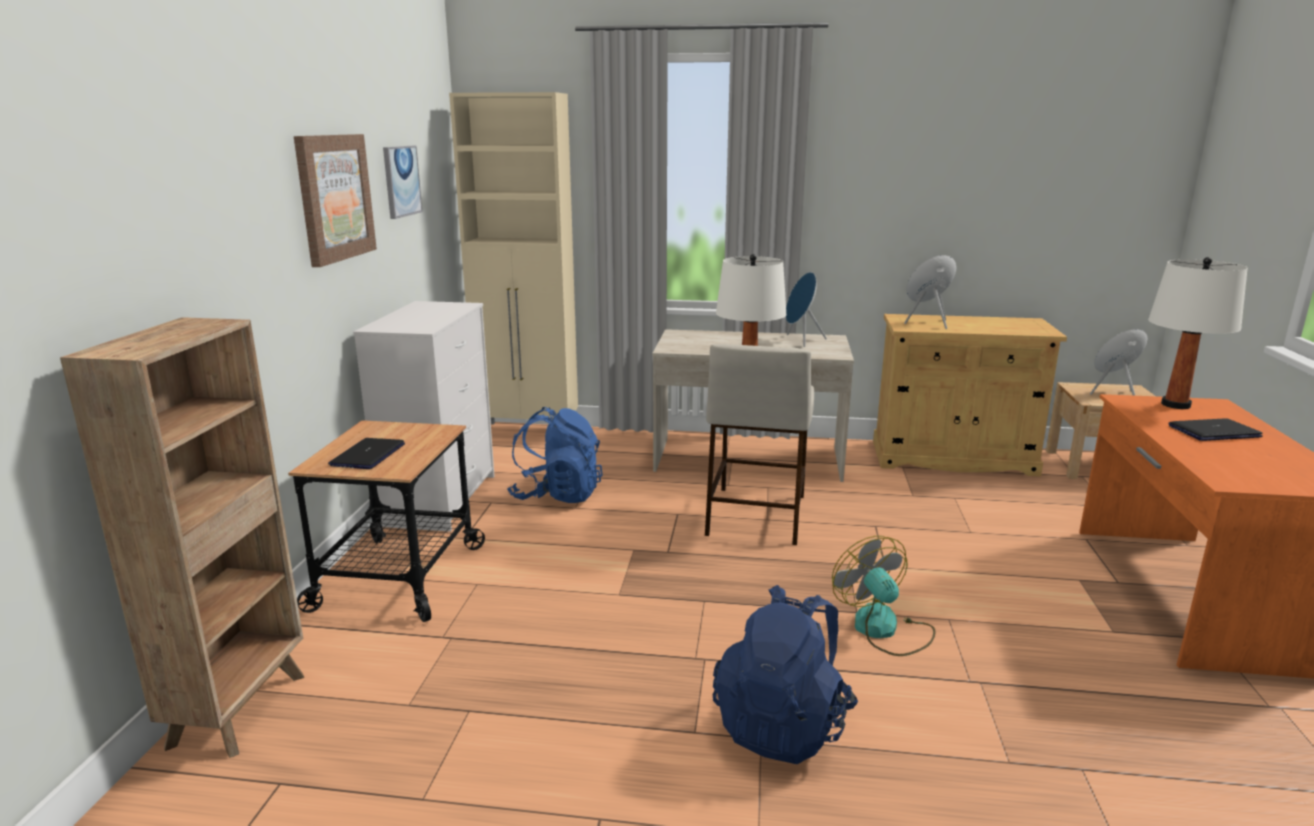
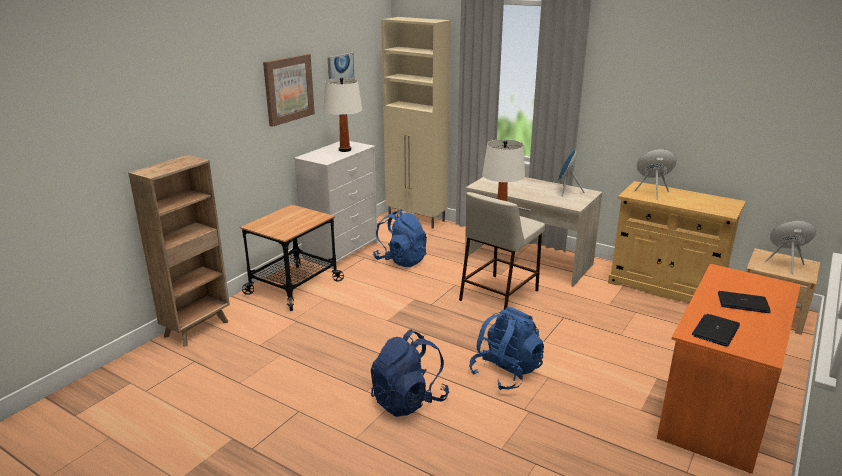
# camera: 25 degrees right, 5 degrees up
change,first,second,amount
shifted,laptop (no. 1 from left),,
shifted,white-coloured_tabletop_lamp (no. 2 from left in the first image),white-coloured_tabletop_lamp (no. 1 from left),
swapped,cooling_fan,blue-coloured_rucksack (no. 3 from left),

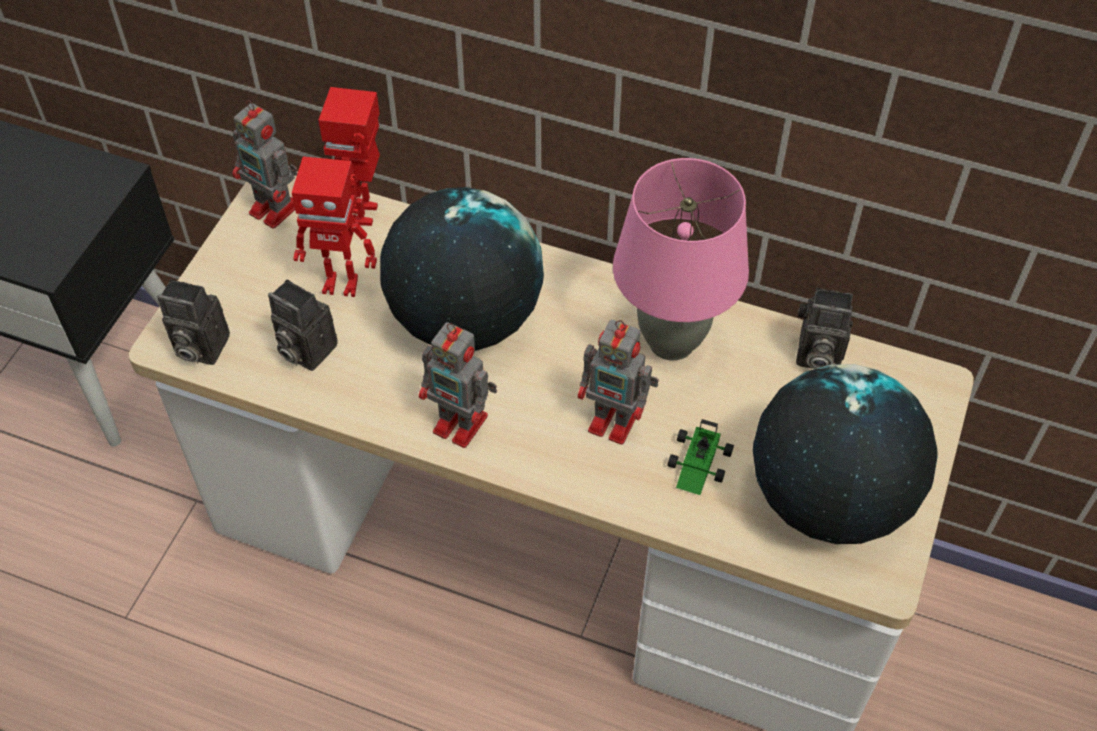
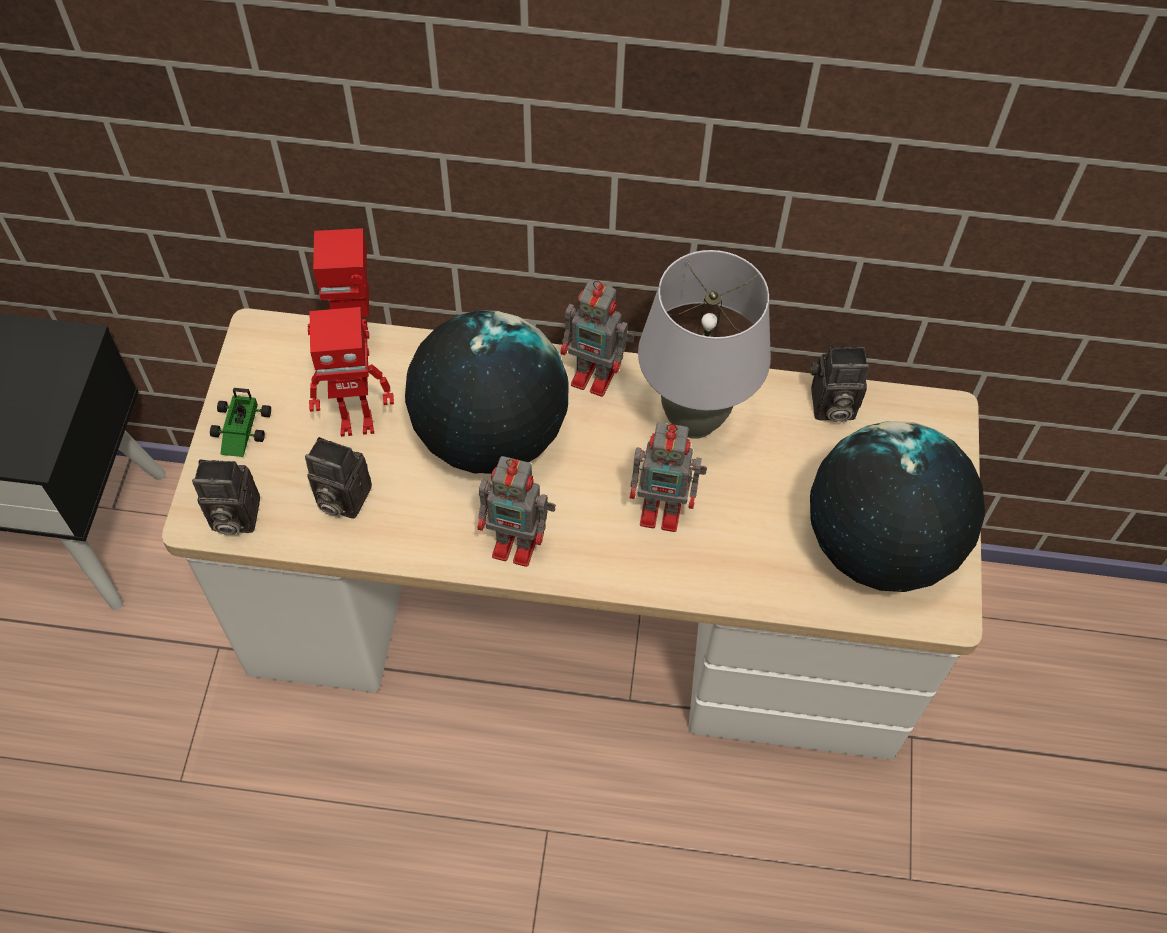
# camera: 15 degrees left, 5 degrees up
change,first,second,amount
shifted,model_robot (no. 1 from left in the first image),model_robot (no. 4 from left),
shifted,toy_car,,
repainted,pink_tabletop_lamp,gray_tabletop_lamp,

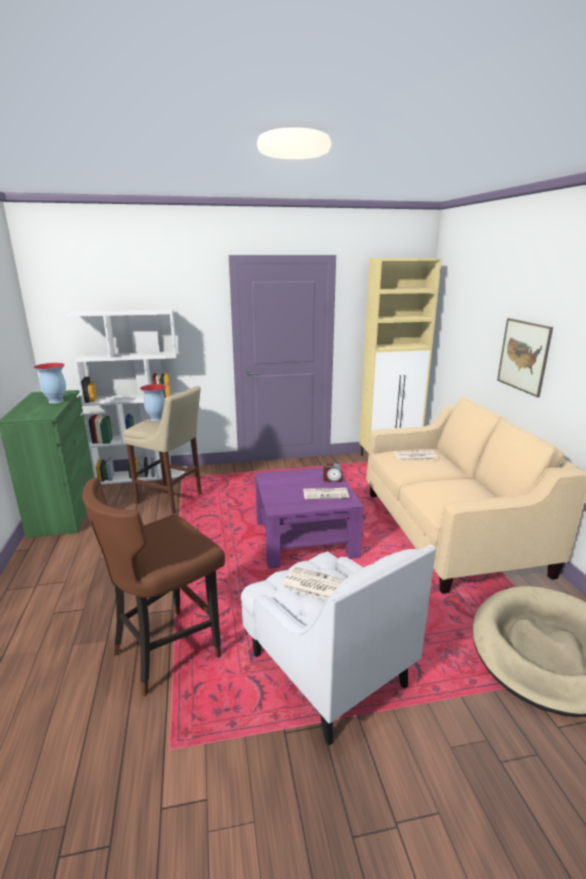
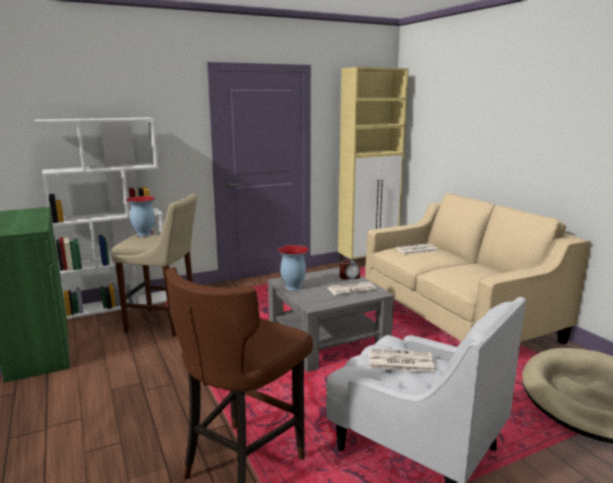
# camera: 15 degrees left, 5 degrees down
change,first,second,amount
gone,wall_picture,,
shifted,vase (no. 1 from left in the first image),vase (no. 2 from left),
repainted,purple-coloured_coffee_table,gray_coffee_table,

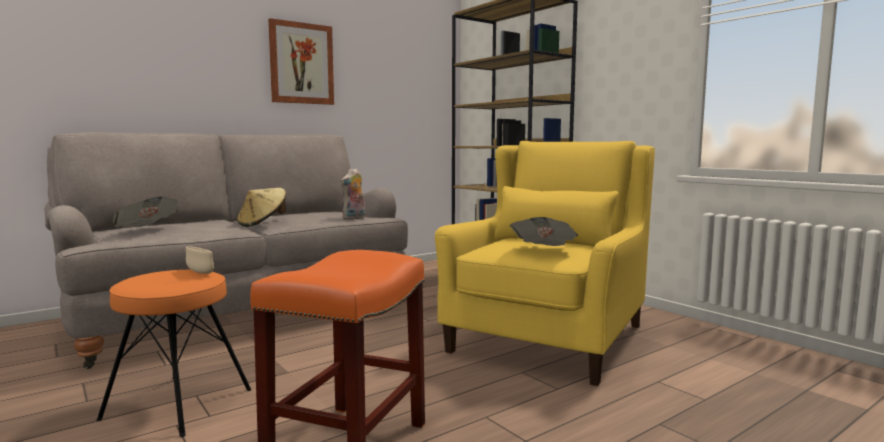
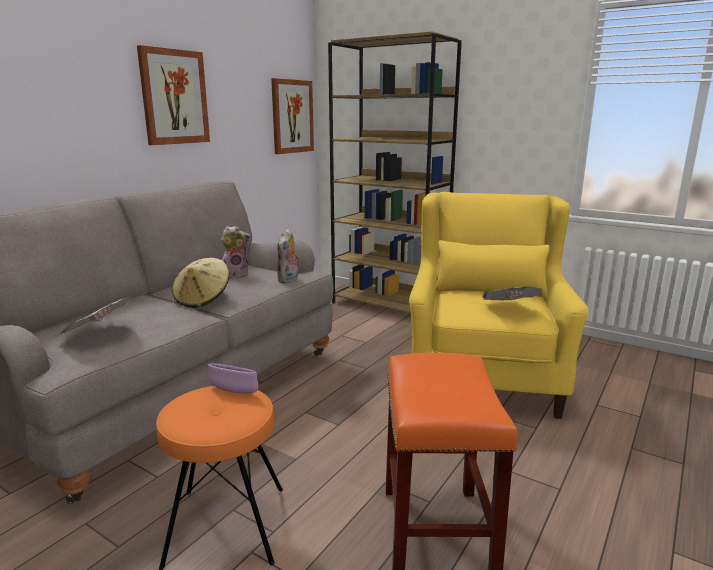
# camera: 20 degrees left, 10 degrees up
change,first,second,amount
new,,soft_toy (no. 1 from left),
new,,wall_picture (no. 2 from left),
repainted,beige_deep_dish,purple-coloured_deep_dish,

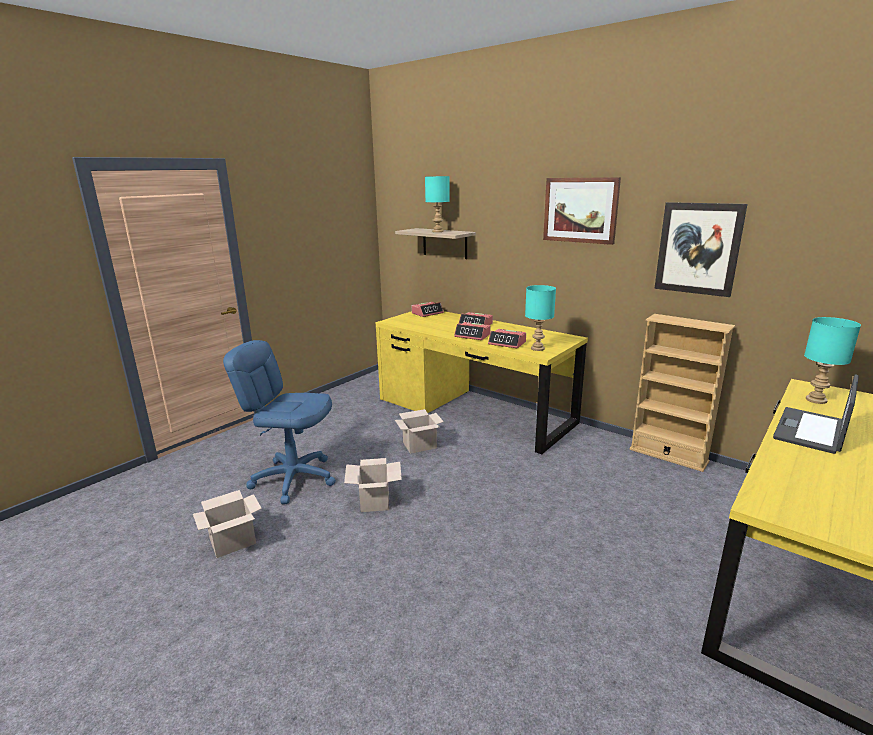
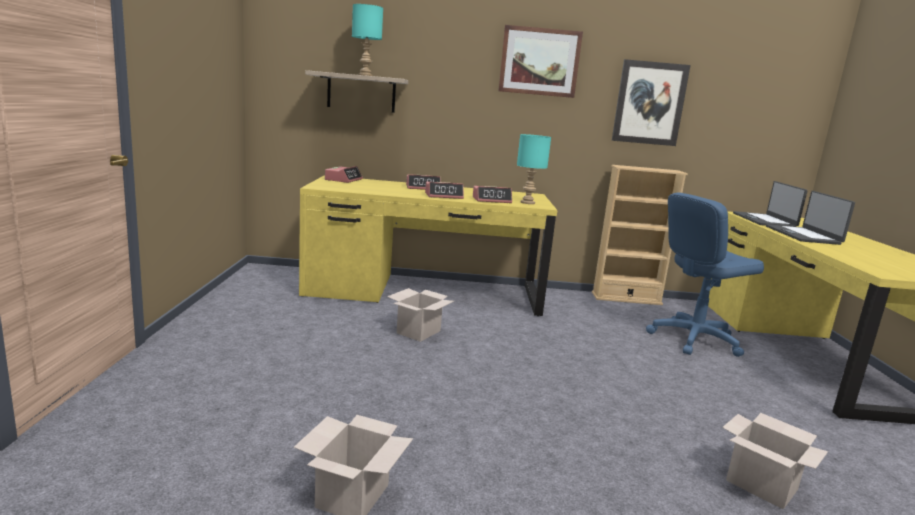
# camera: 40 degrees left, 5 degrees down
change,first,second,amount
shifted,blue-coloured_office_chair,,
shifted,carton (no. 2 from left in the first image),carton (no. 3 from left),
swapped,blue-green_tabletop_lamp (no. 3 from left),laptop (no. 1 from left),

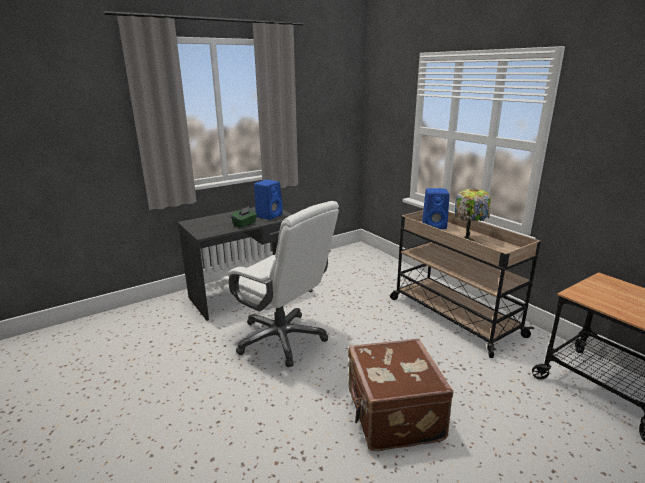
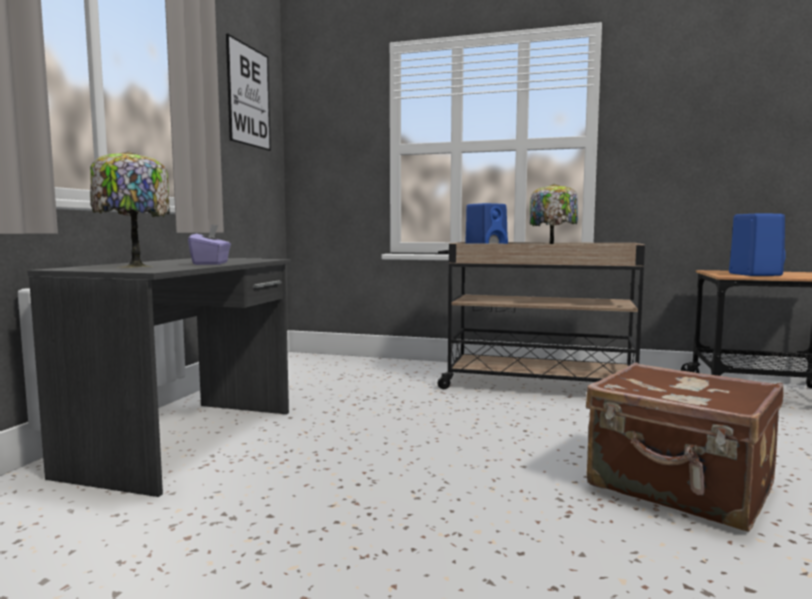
# camera: 40 degrees left, 15 degrees down
change,first,second,amount
gone,white-coloured_office_chair,,
new,,tabletop_lamp (no. 1 from left),
new,,wall_picture,
shifted,blue-coloured_loudspeaker (no. 1 from left in the first image),blue-coloured_loudspeaker (no. 2 from left),
repainted,greenish_box_of_tissues,purple-coloured_box_of_tissues,

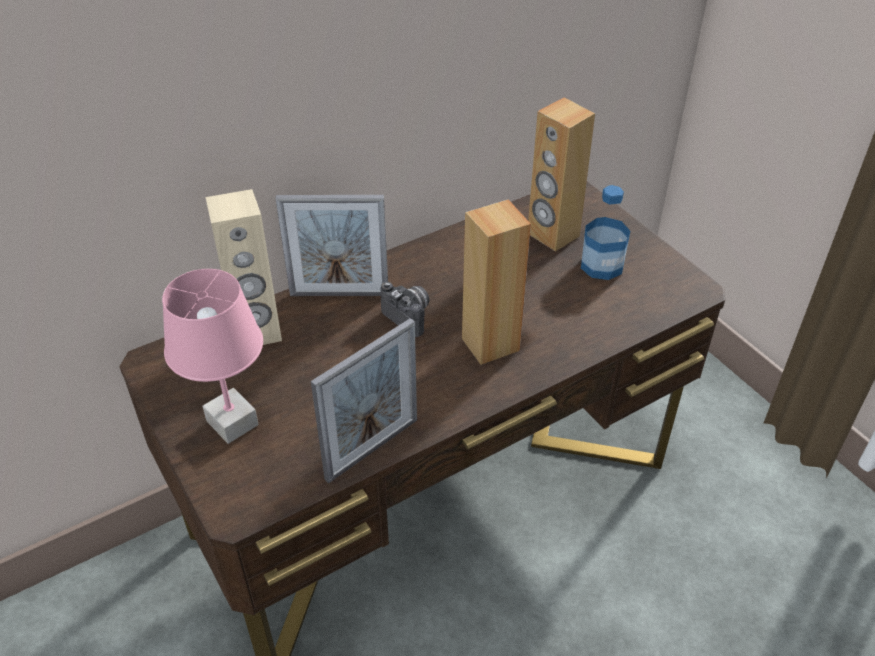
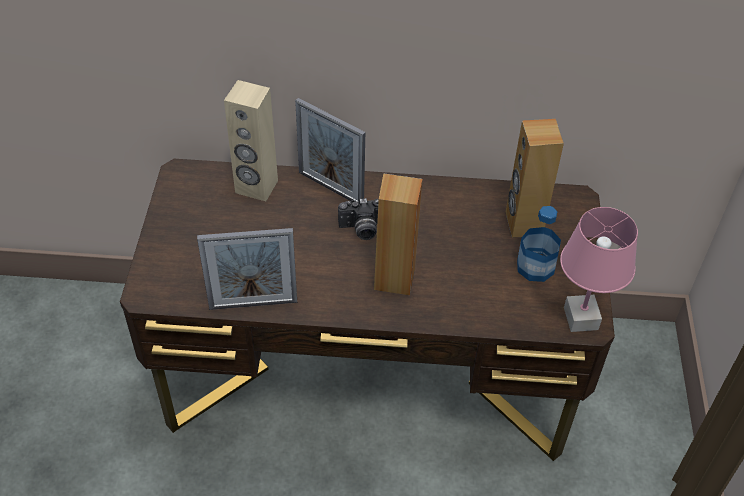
# camera: 35 degrees right, 5 degrees up
change,first,second,amount
shifted,pink_tabletop_lamp,,
rotated,photo_camera,,90 degrees clockwise

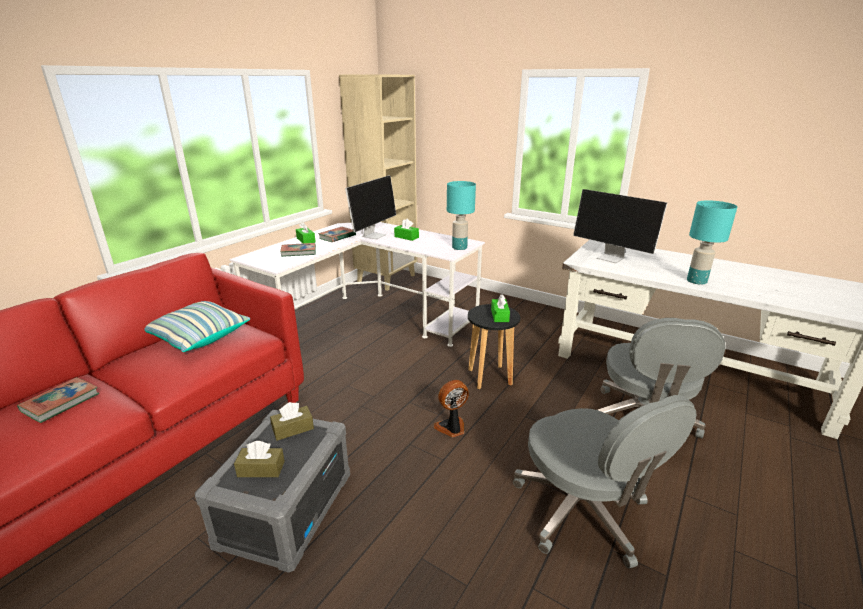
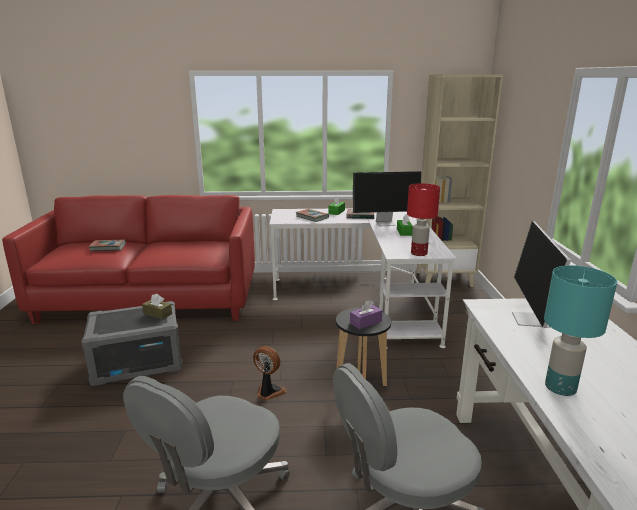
# camera: 55 degrees right, 5 degrees down
change,first,second,amount
gone,pillow,,
gone,brown-coloured_box_of_tissues (no. 1 from left),,
repainted,blue-green_tabletop_lamp (no. 1 from left),red-coloured_tabletop_lamp,
repainted,greenish_box_of_tissues (no. 3 from left),purple-coloured_box_of_tissues,

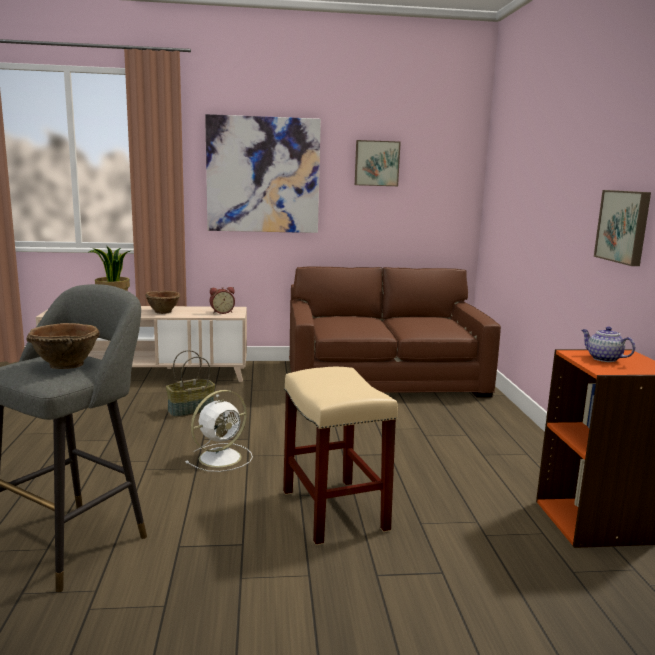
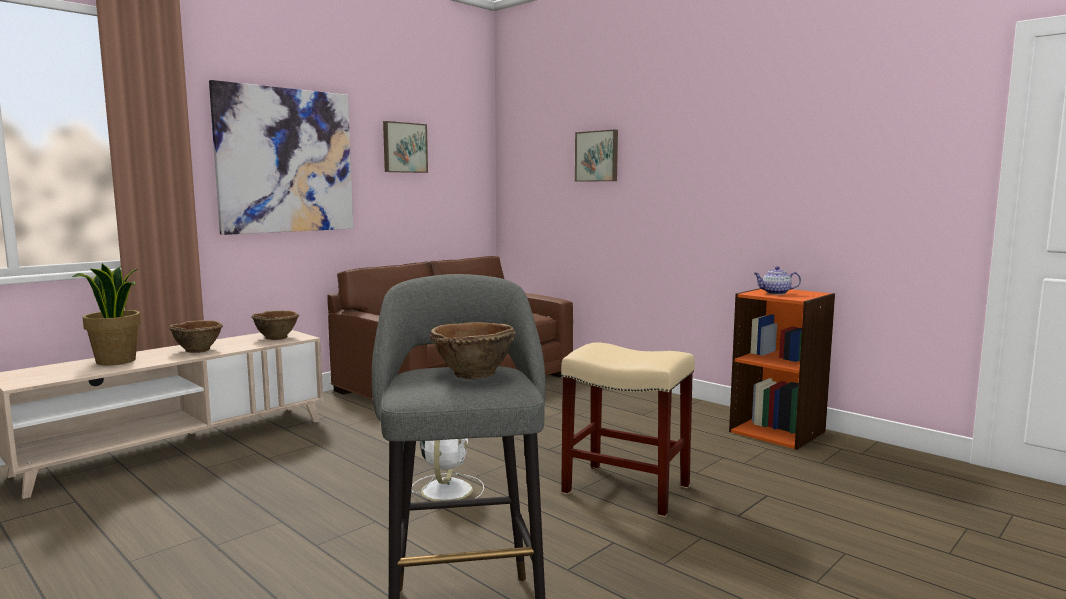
# camera: 40 degrees left, 5 degrees down
change,first,second,amount
gone,household_basket,,
shifted,wall_picture (no. 3 from left),,
swapped,table_clock,brown-coloured_deep_dish (no. 2 from left),

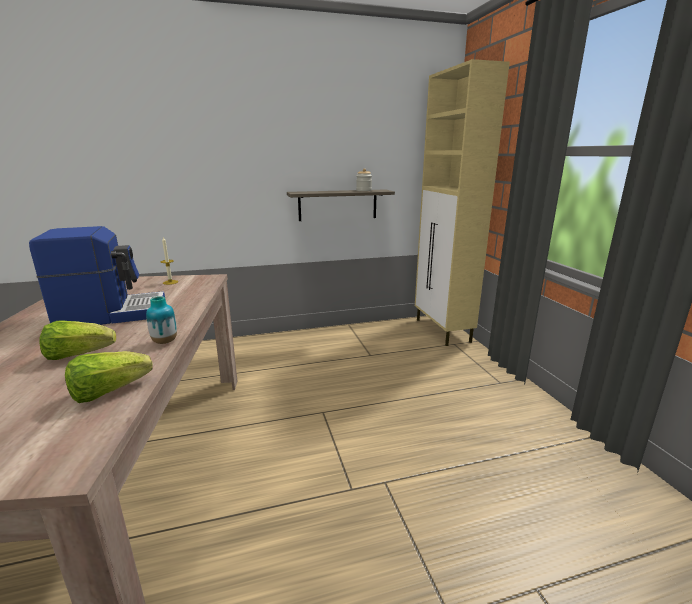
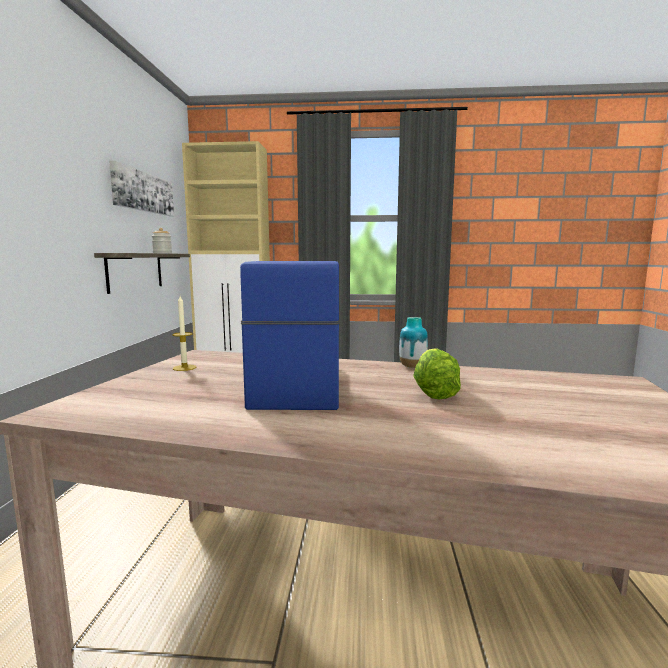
# camera: 70 degrees left, 10 degrees down
change,first,second,amount
gone,lettuce (no. 2 from left),,
new,,wall_picture,

